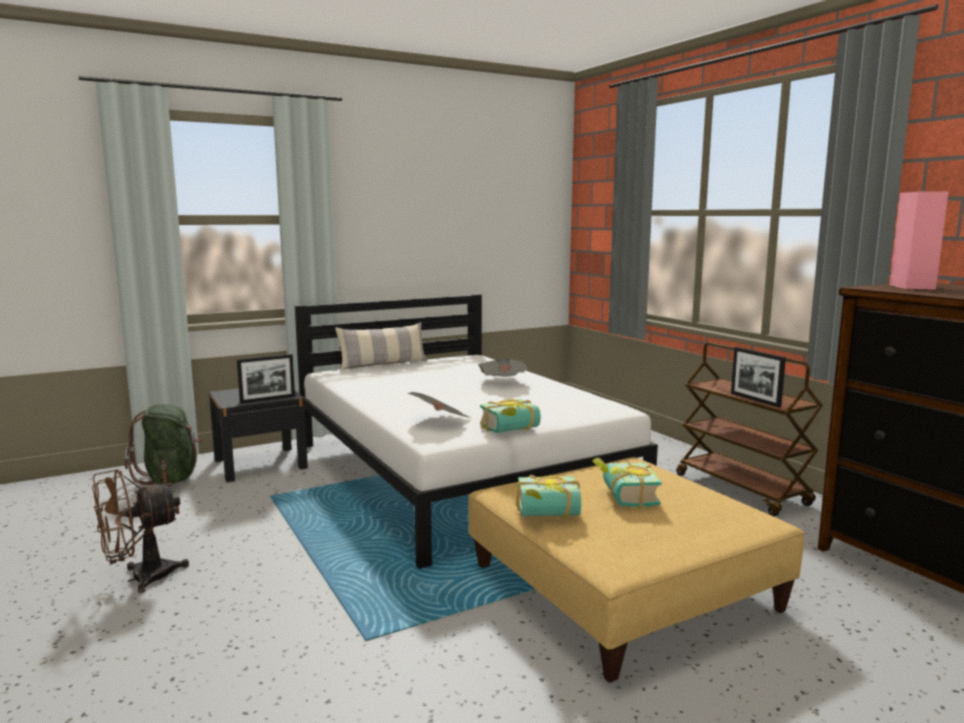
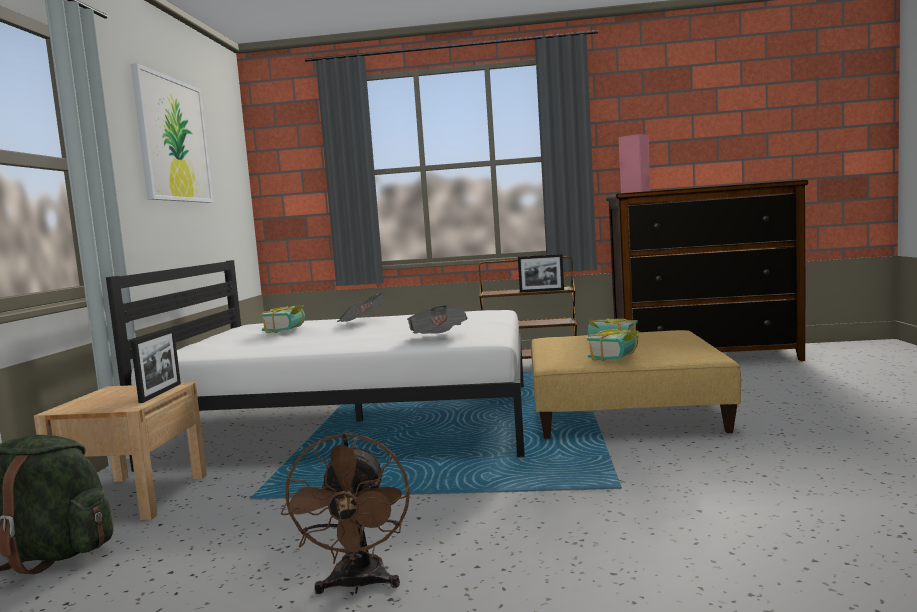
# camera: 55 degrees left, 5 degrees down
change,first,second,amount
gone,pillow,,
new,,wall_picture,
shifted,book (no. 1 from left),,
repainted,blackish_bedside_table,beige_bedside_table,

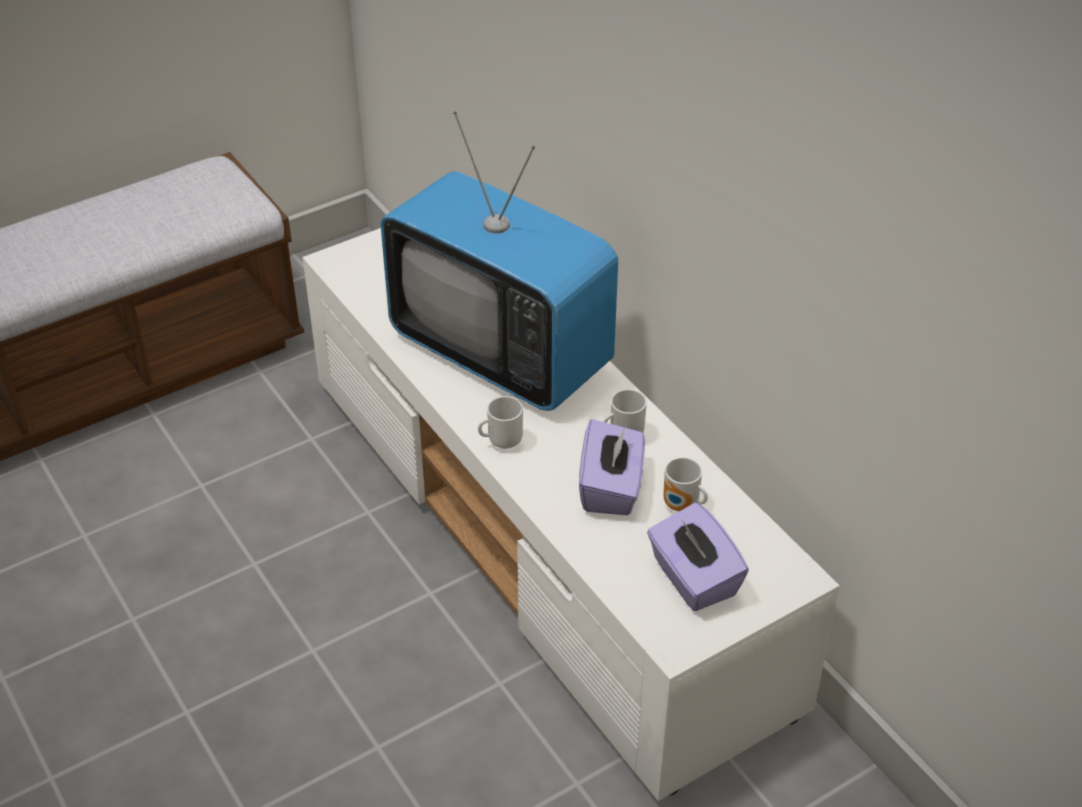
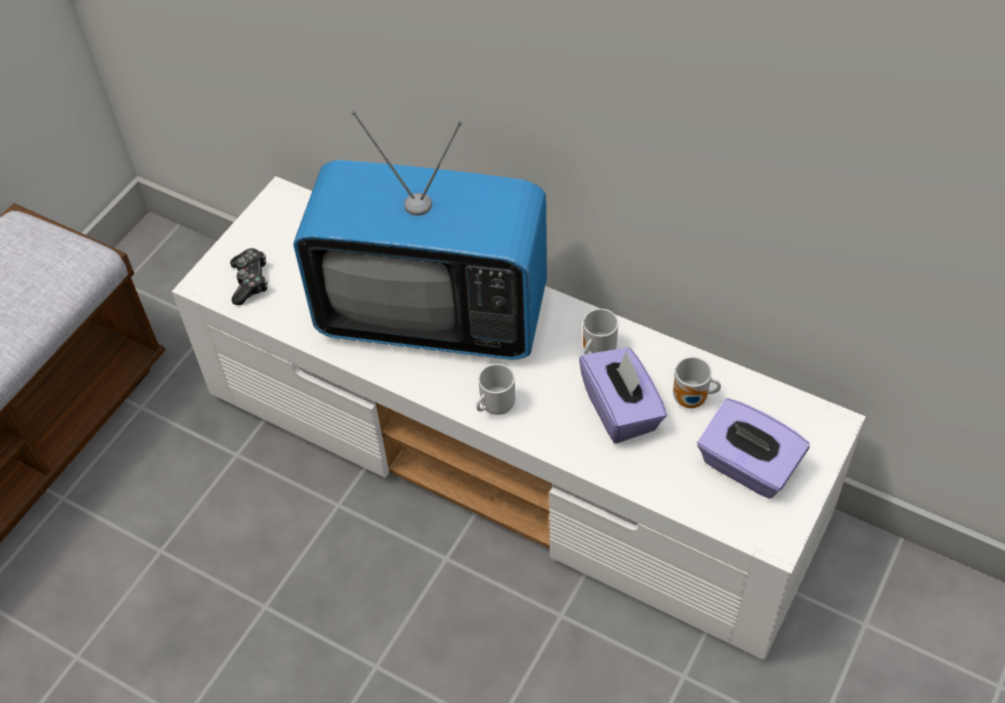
# camera: 25 degrees left, 10 degrees up
change,first,second,amount
new,,gamepad,

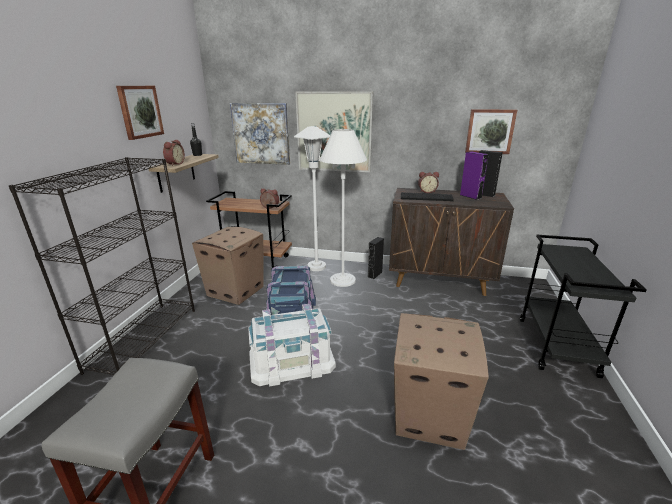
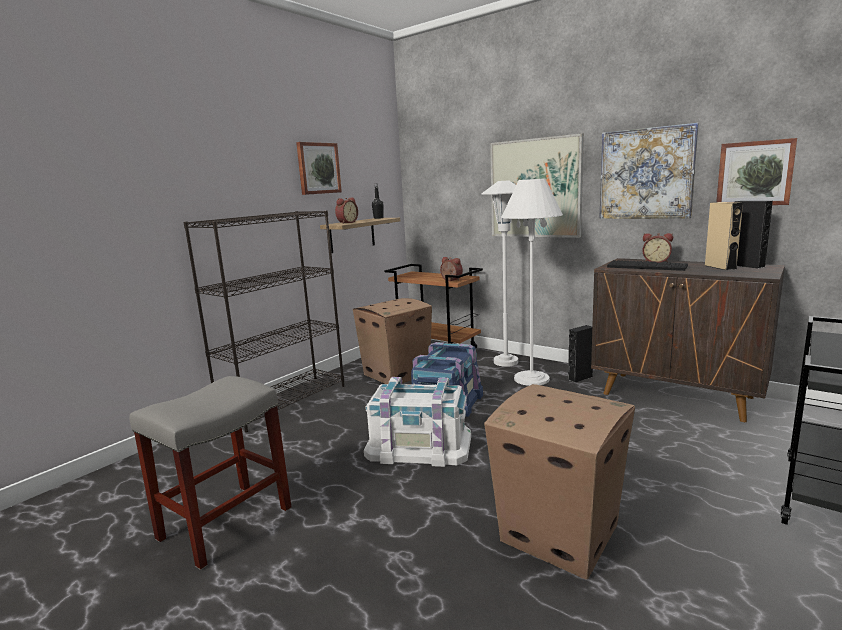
# camera: 25 degrees right, 10 degrees down
change,first,second,amount
shifted,wall_picture (no. 2 from left in the first image),wall_picture (no. 3 from left),
repainted,purple-coloured_loudspeaker,beige_loudspeaker,

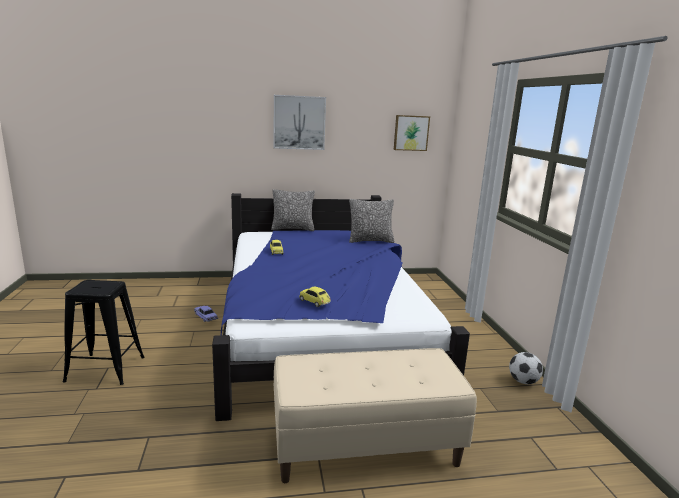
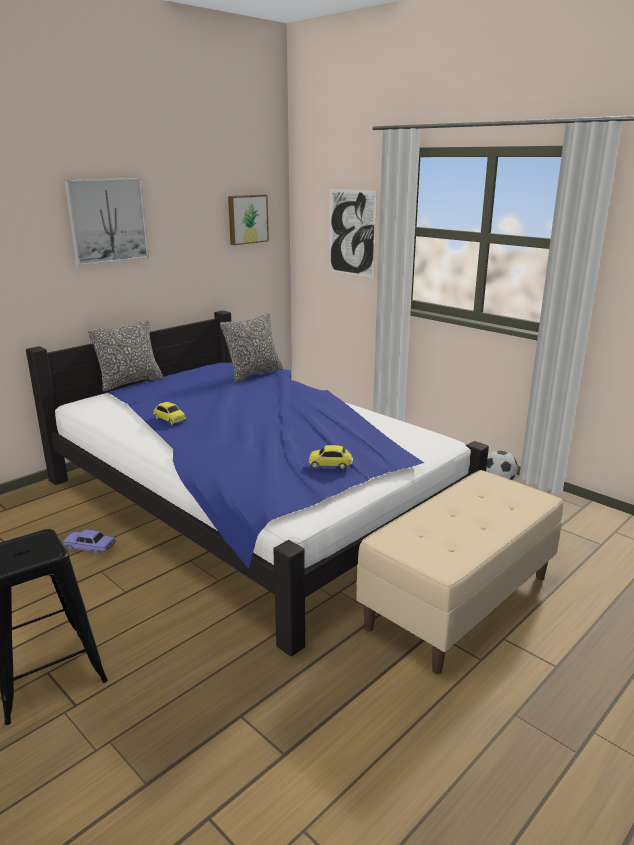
# camera: 35 degrees left, 5 degrees up
change,first,second,amount
new,,wall_picture (no. 3 from left),

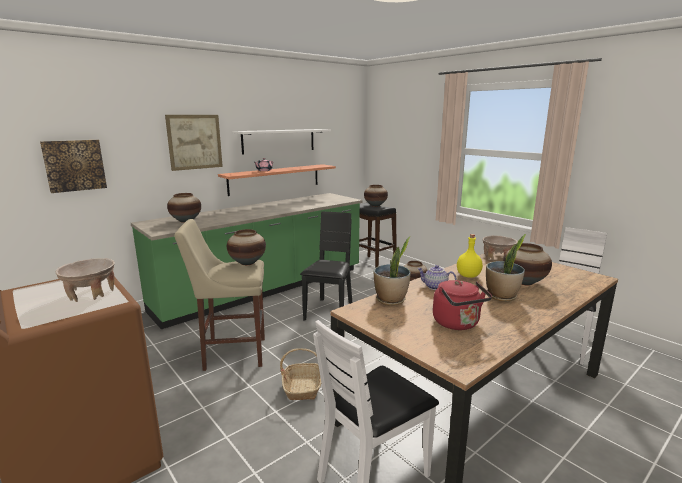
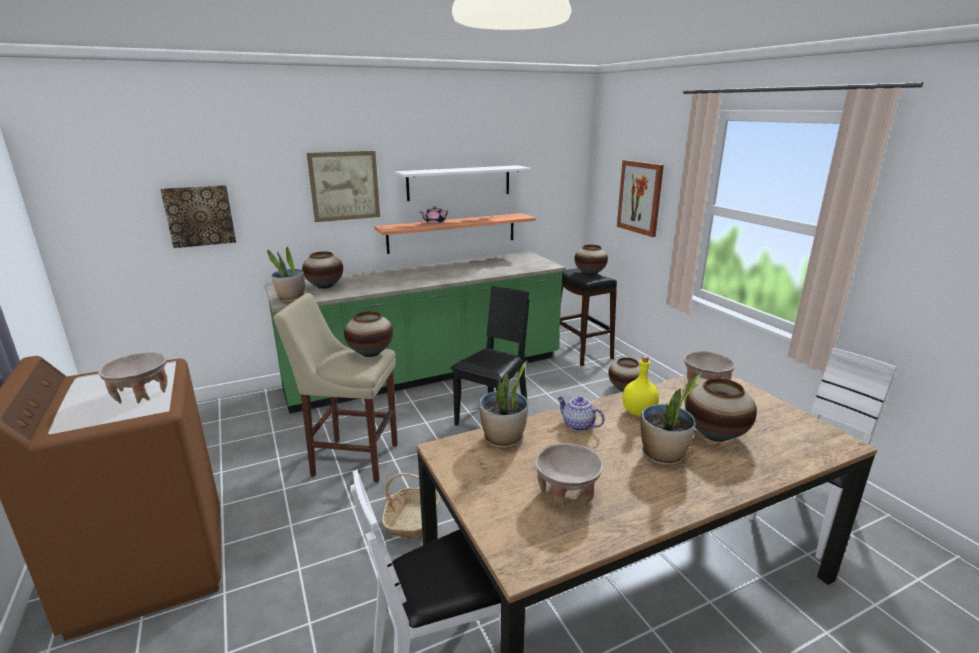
# camera: 15 degrees right, 5 degrees up
change,first,second,amount
new,,potted_plant (no. 1 from left),
new,,wall_picture (no. 3 from left),
swapped,red-coloured_water_kettle,beige_deep_dish (no. 2 from left),

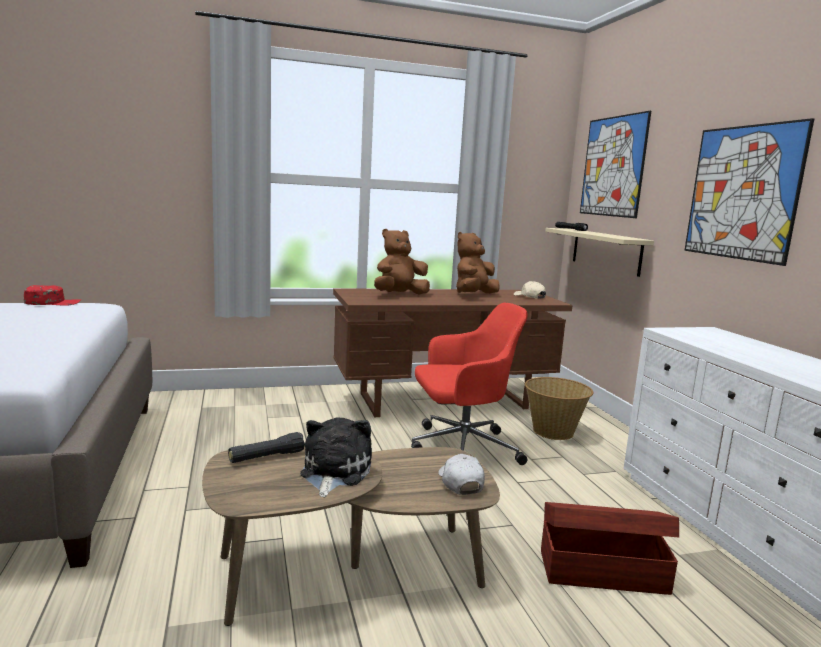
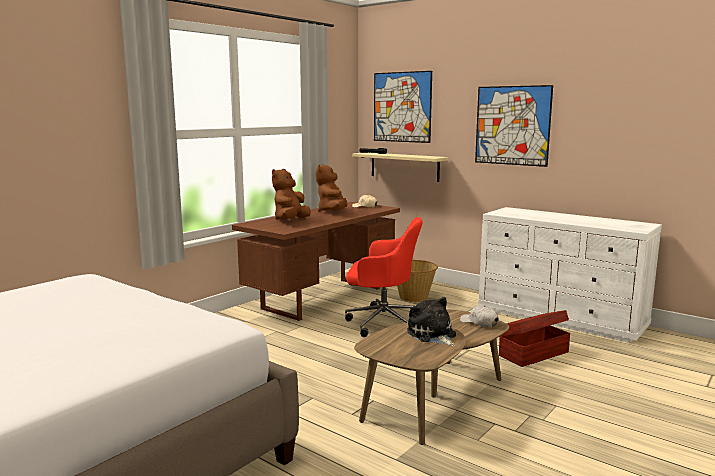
# camera: 35 degrees left, 0 degrees up
change,first,second,amount
gone,red-coloured_baseball_cap,,
gone,blackish_hand_torch (no. 1 from left),,
rotated,red-coloured_office_chair,,60 degrees clockwise

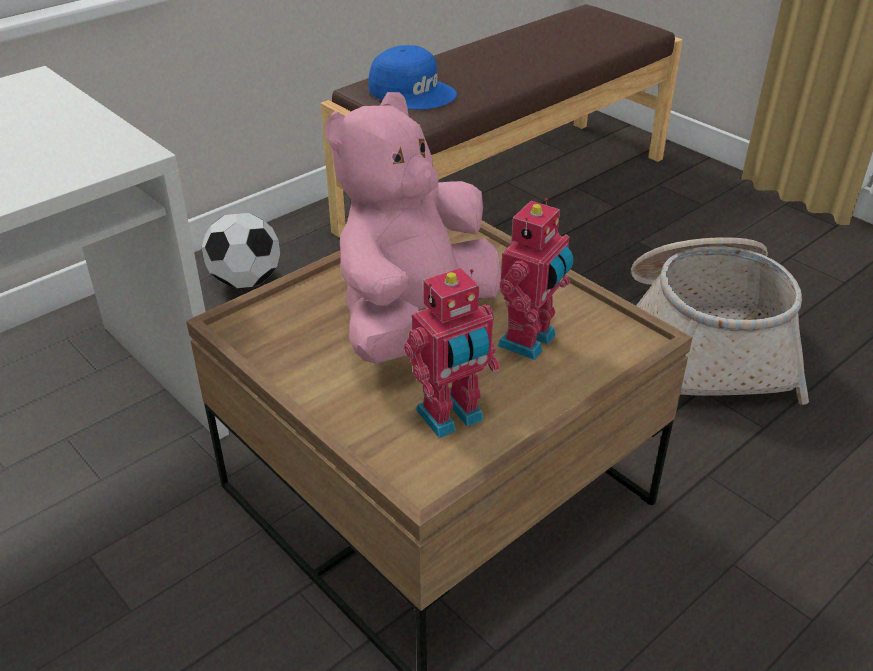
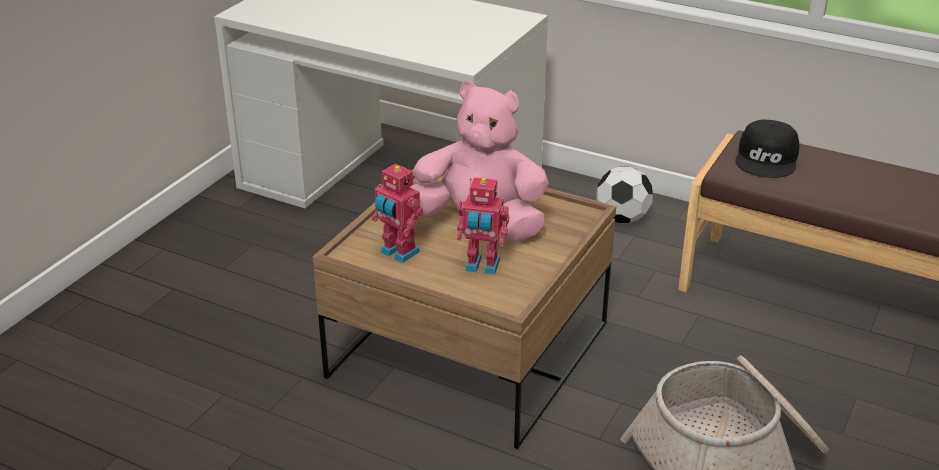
# camera: 70 degrees right, 5 degrees down
change,first,second,amount
repainted,blue-coloured_baseball_cap,blackish_baseball_cap,

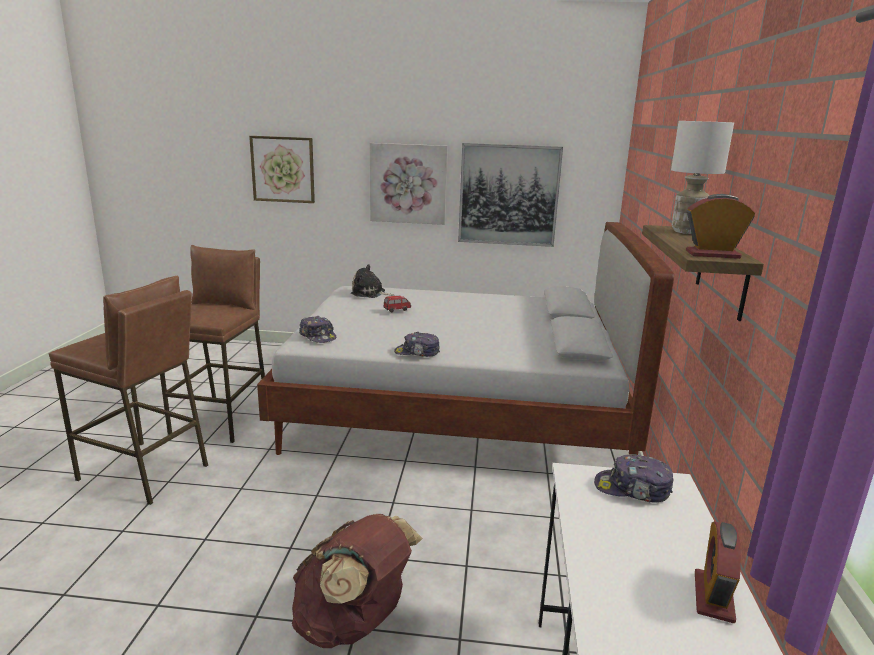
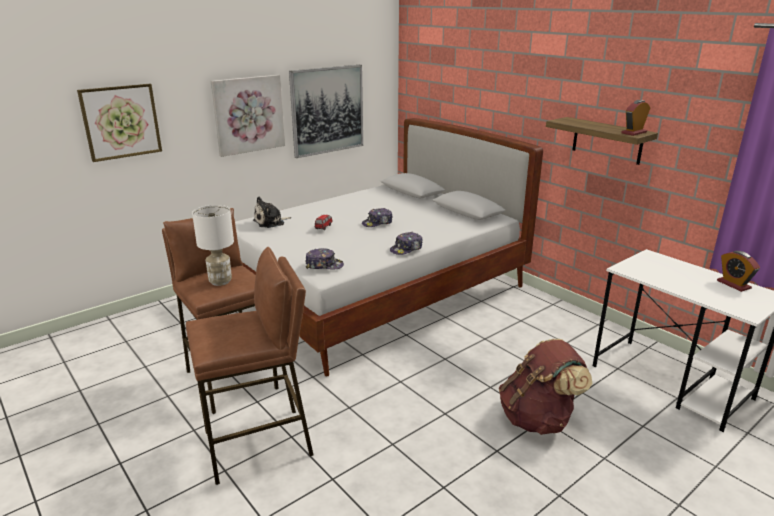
# camera: 45 degrees left, 5 degrees up
change,first,second,amount
shifted,baseball_cap (no. 3 from left in the first image),baseball_cap (no. 2 from left),
shifted,white-coloured_tabletop_lamp,,

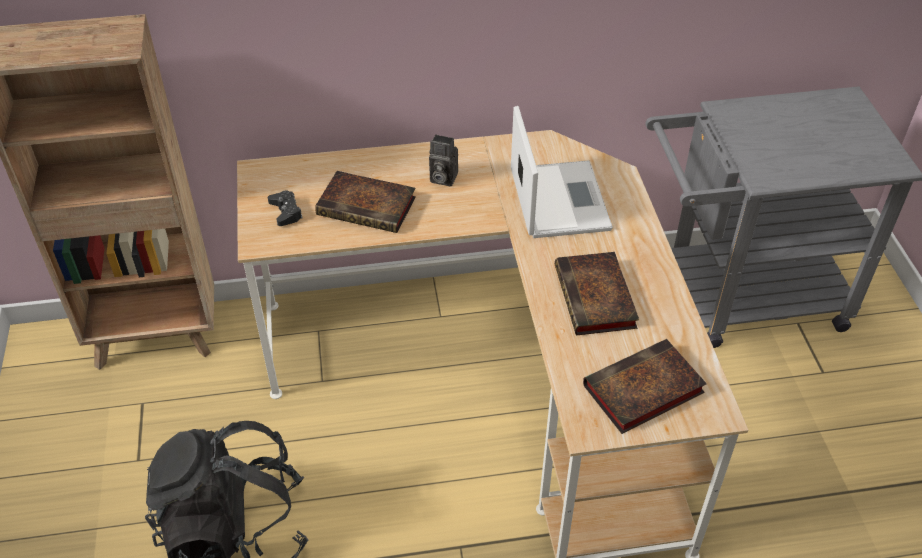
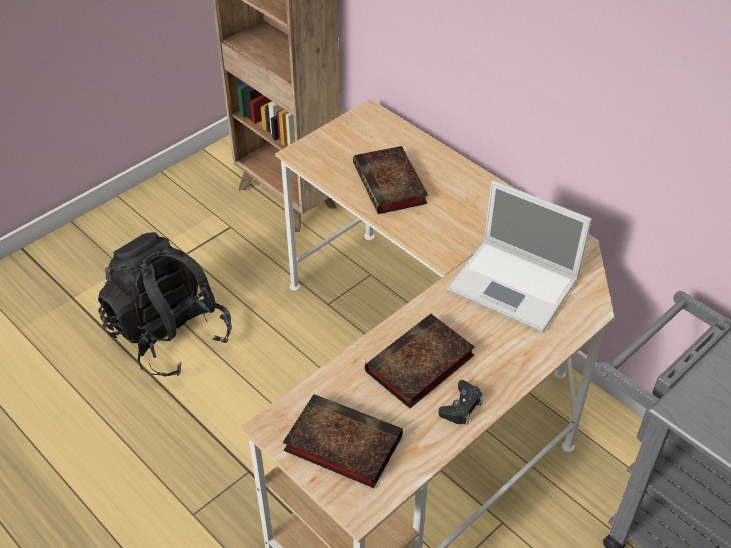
# camera: 55 degrees right, 0 degrees up
change,first,second,amount
gone,photo_camera,,
shifted,blackish_gamepad,,
rotated,laptop,,75 degrees clockwise

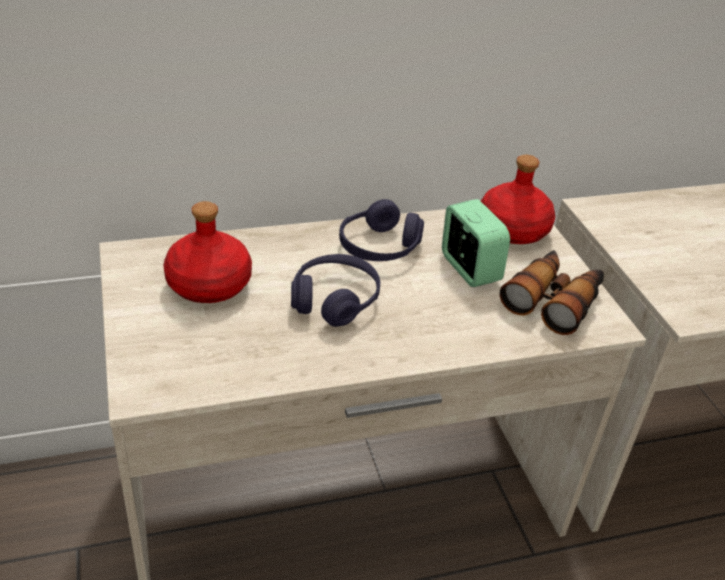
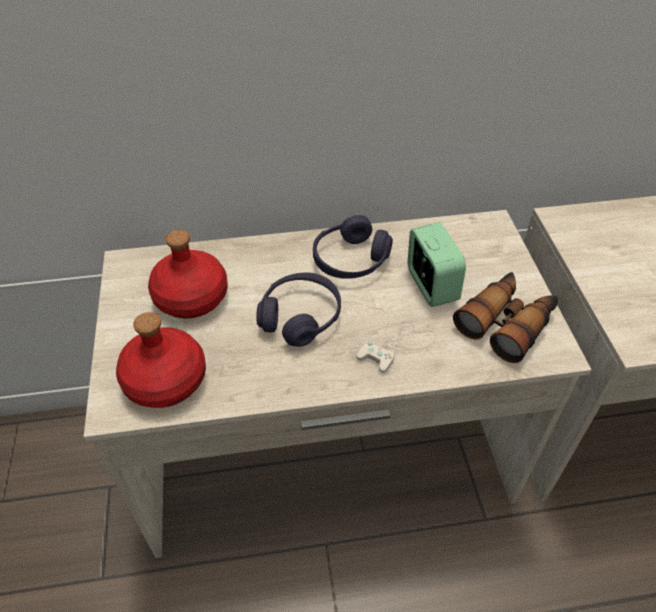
# camera: 10 degrees right, 10 degrees up
change,first,second,amount
new,,white-coloured_gamepad,
shifted,red-coloured_drink_bottle (no. 2 from left in the first image),red-coloured_drink_bottle (no. 1 from left),

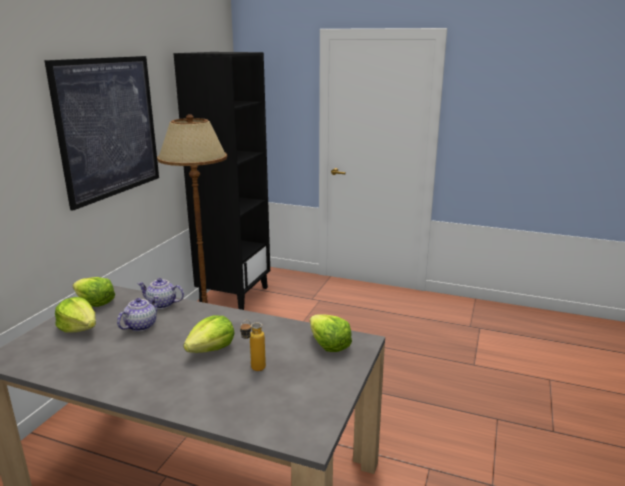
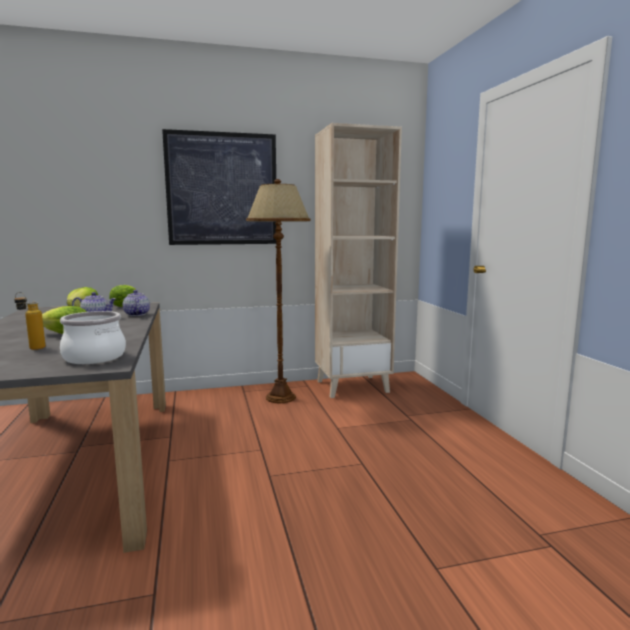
# camera: 55 degrees right, 10 degrees down
change,first,second,amount
swapped,lettuce (no. 4 from left),saucepot,
repainted,blackish_bookshelf,beige_bookshelf,

